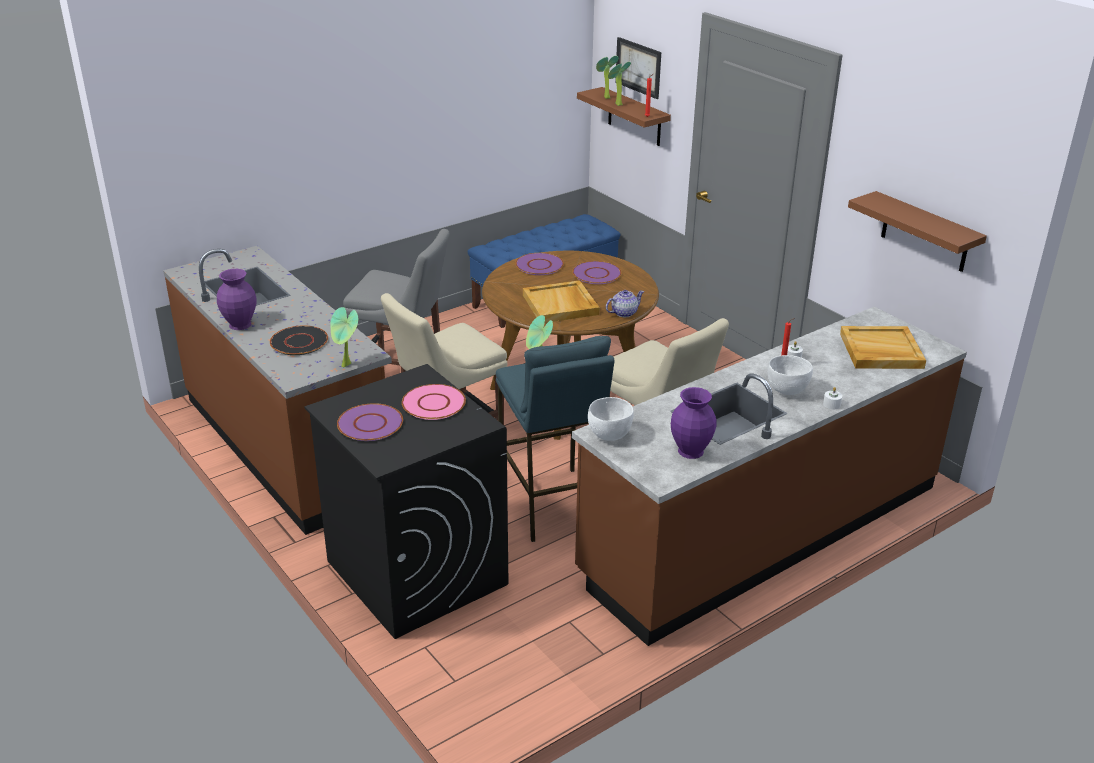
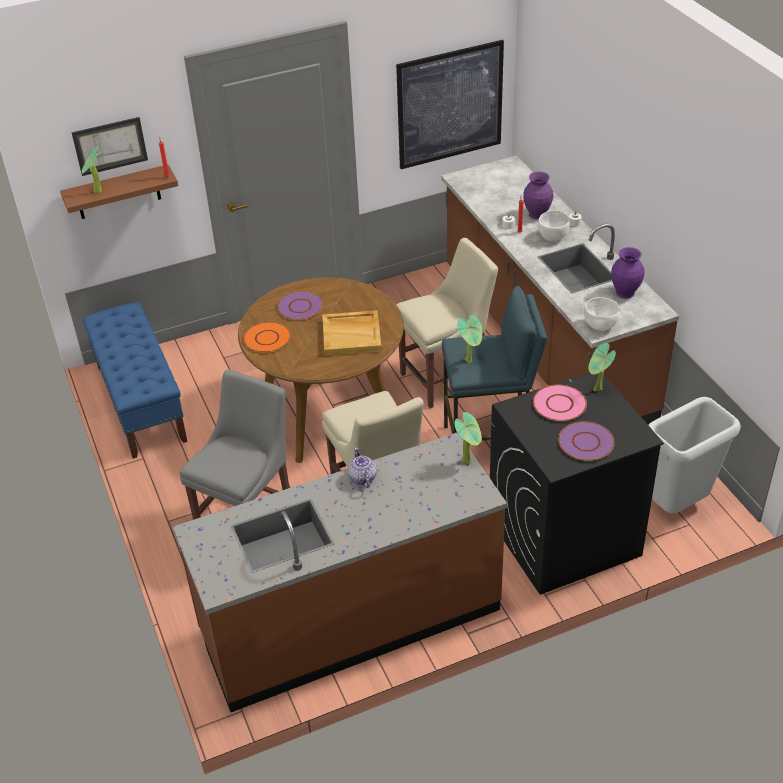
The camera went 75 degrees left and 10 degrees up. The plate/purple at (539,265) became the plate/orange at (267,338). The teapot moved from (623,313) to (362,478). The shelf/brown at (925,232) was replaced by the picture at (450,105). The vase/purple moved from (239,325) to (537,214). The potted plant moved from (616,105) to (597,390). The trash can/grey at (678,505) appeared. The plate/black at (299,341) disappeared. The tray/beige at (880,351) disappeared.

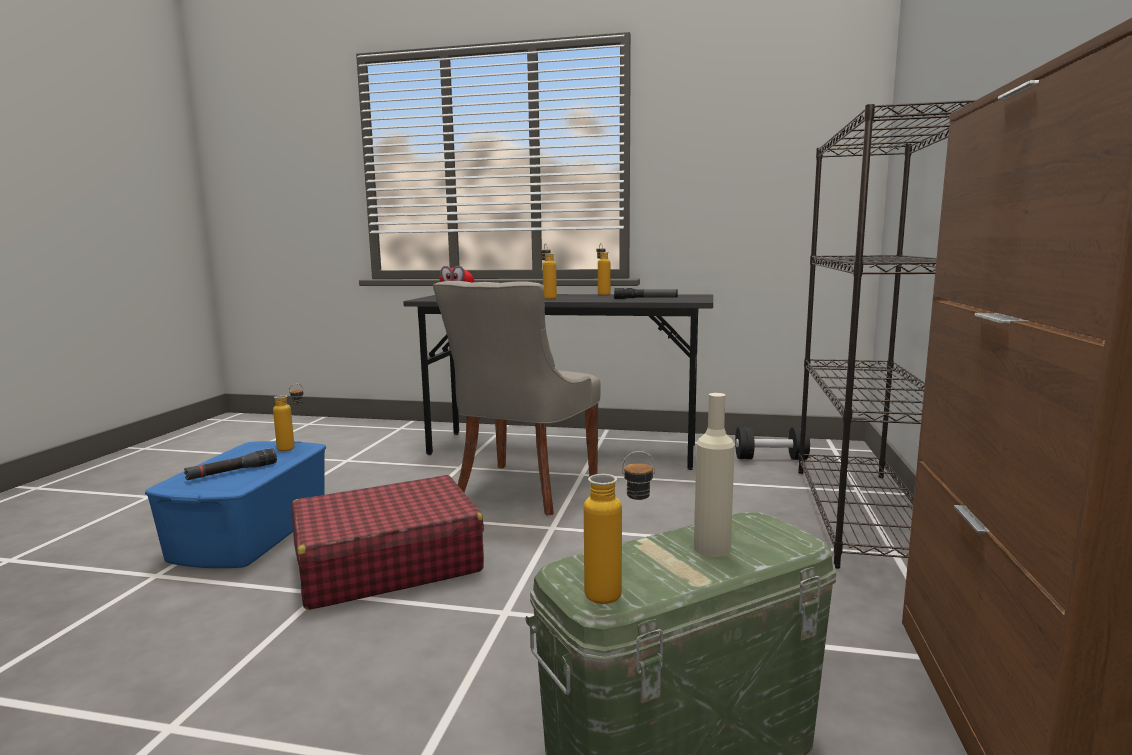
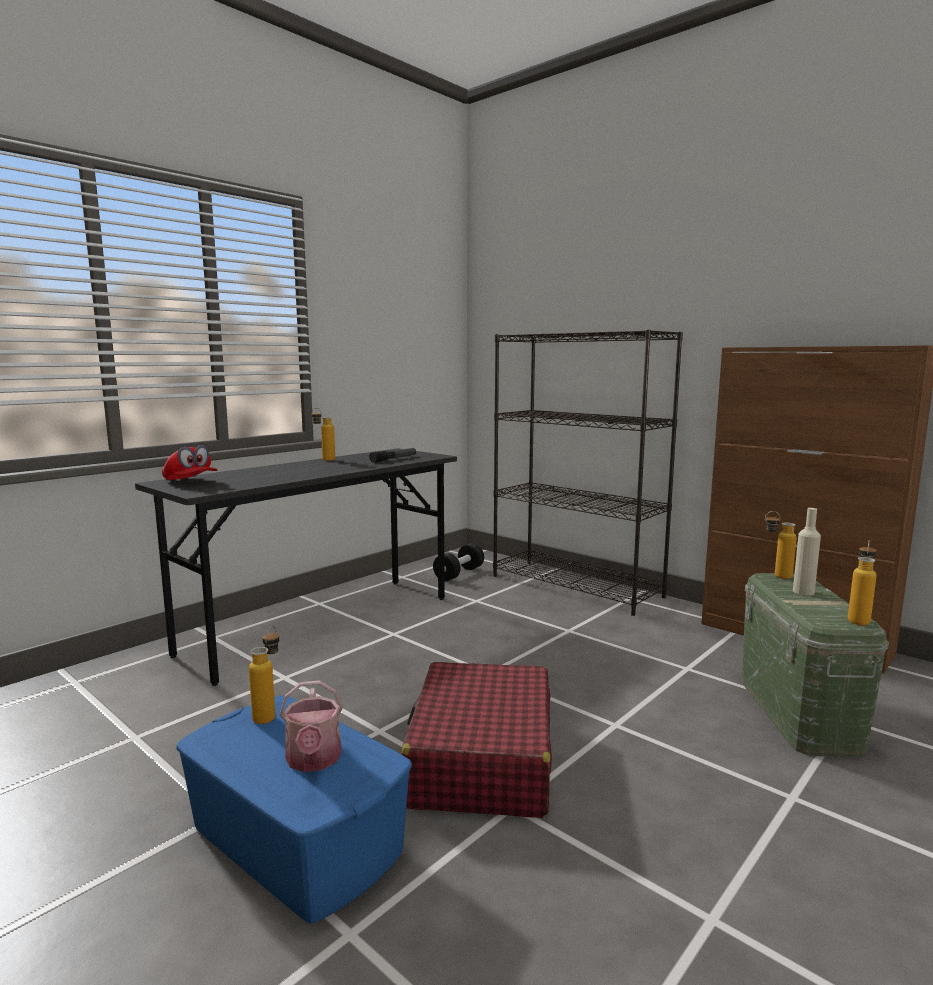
The camera went 60 degrees left and 0 degrees up. The flashlight/black at (232,472) was replaced by the watering can at (313,761). The bottle moved from (548,298) to (775,576). The chair/grey at (523,490) disappeared.

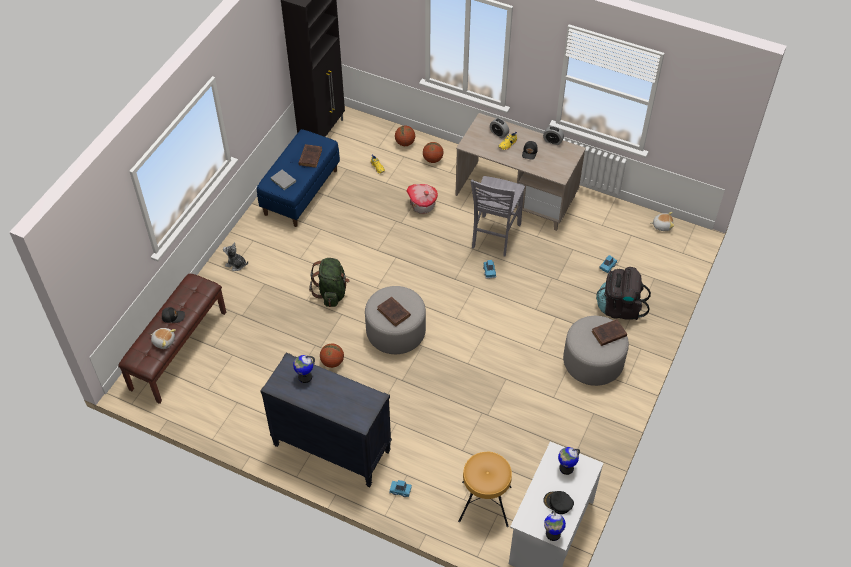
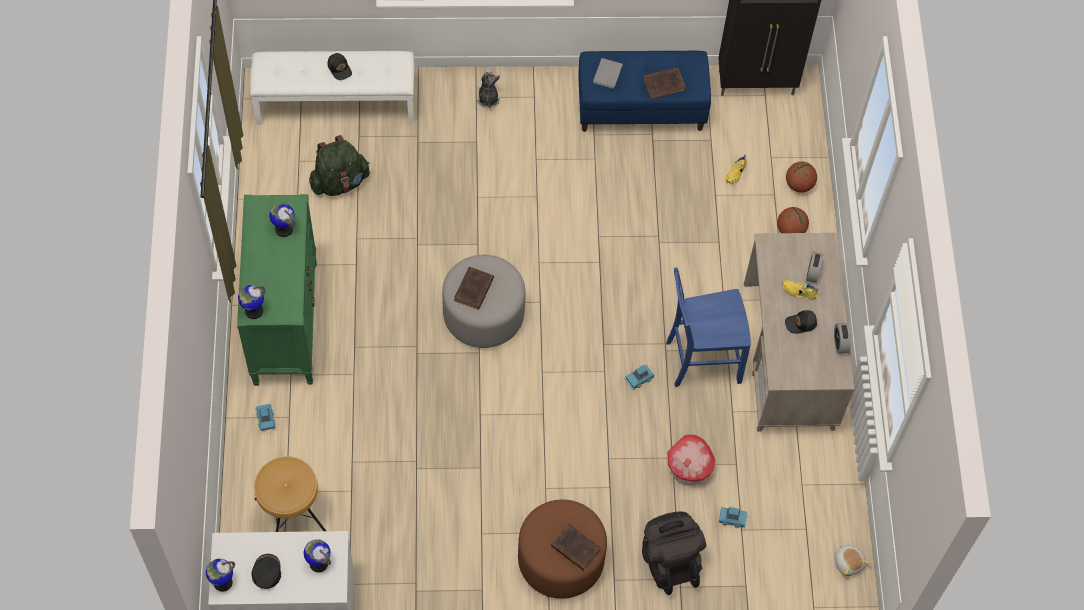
The camera went 60 degrees right and 10 degrees up. The dresser/black at (331,448) became the dresser/green at (285,322). The globe at (253,311) appeared. The bench/brown at (178,349) became the bench/white at (336,104). The backpack/green moved from (332,292) to (340,182). The ottoman/grey at (592,362) became the ottoman/brown at (560,559). The chair/grey at (494,236) became the chair/blue at (701,360). The toy house moved from (422,205) to (689,469). The plush toy at (164,341) disappeared. The basketball at (332,362) disappeared.

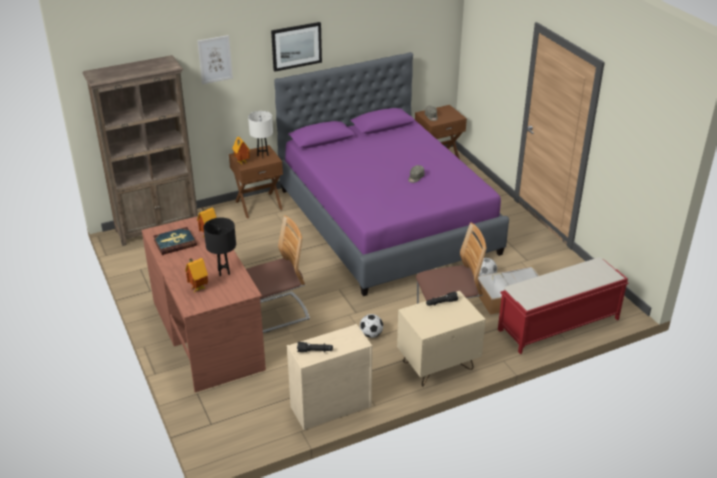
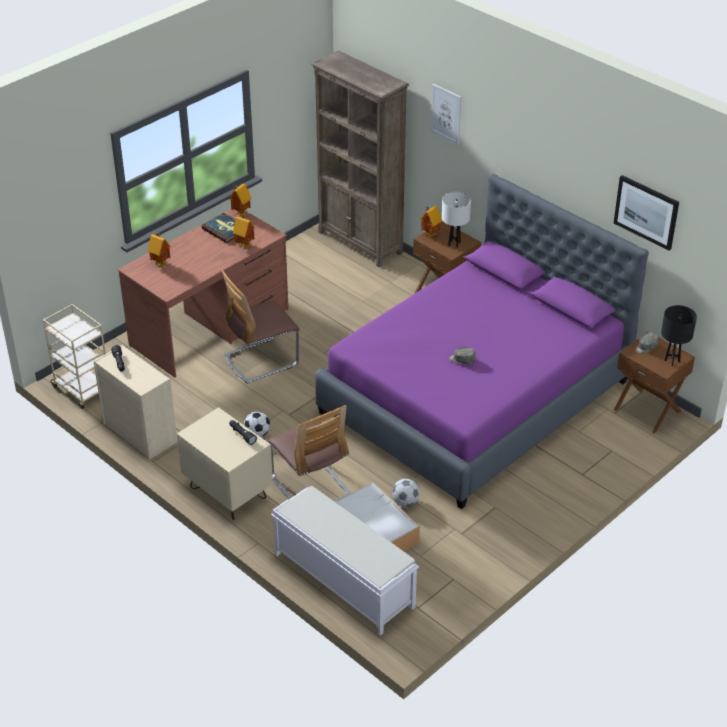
The camera went 70 degrees right and 5 degrees up. The cart/beige at (83,390) appeared. The chair at (276,313) turned 105 degrees clockwise. The toy house at (240,213) appeared. The bench/red at (557,325) became the bench/white at (343,580). The picture moved from (296,46) to (646,212). The table lamp/black moved from (224,272) to (672,361).

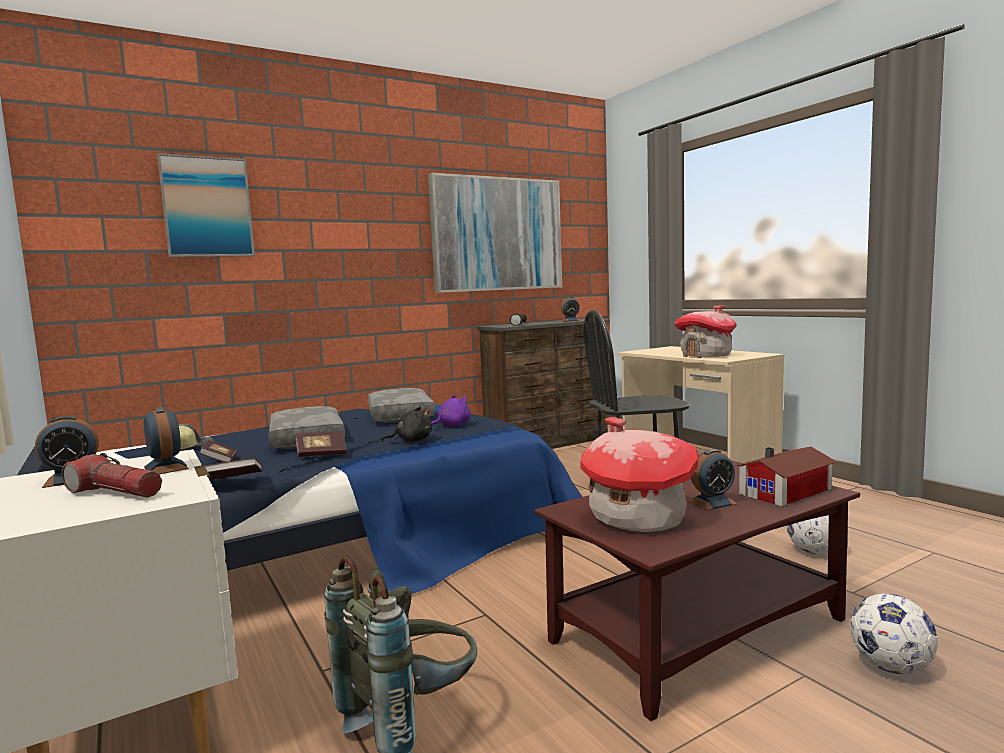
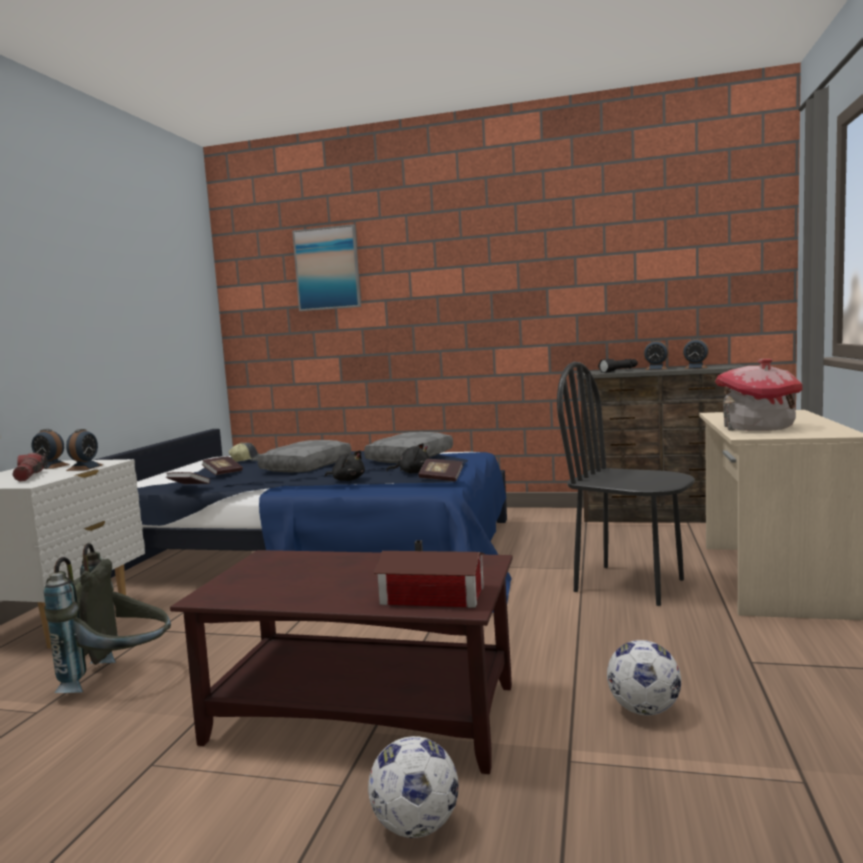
The camera went 45 degrees right and 0 degrees up. The plush toy/purple at (451,425) became the plush toy/black at (412,473). The book moved from (321,454) to (441,478). The alarm clock moved from (712,502) to (656,369). The picture at (497,234) disappeared. The toy house at (636,518) disappeared.

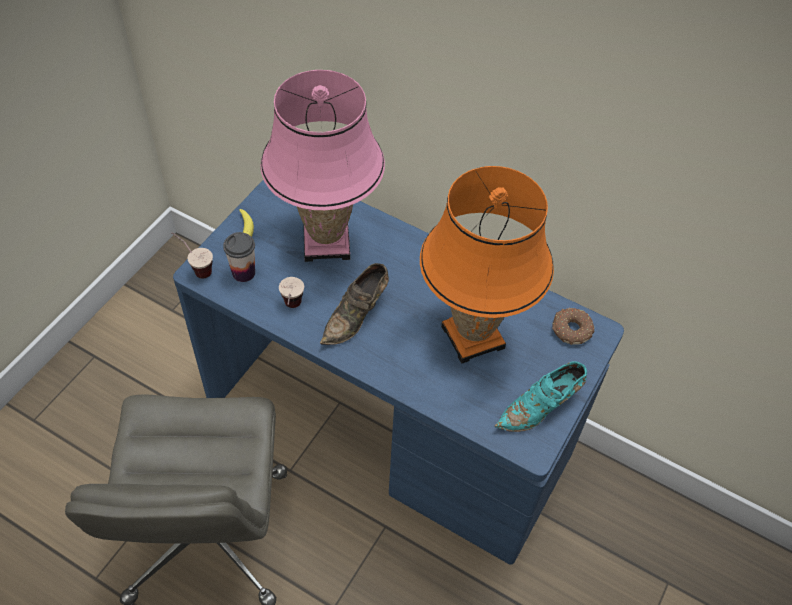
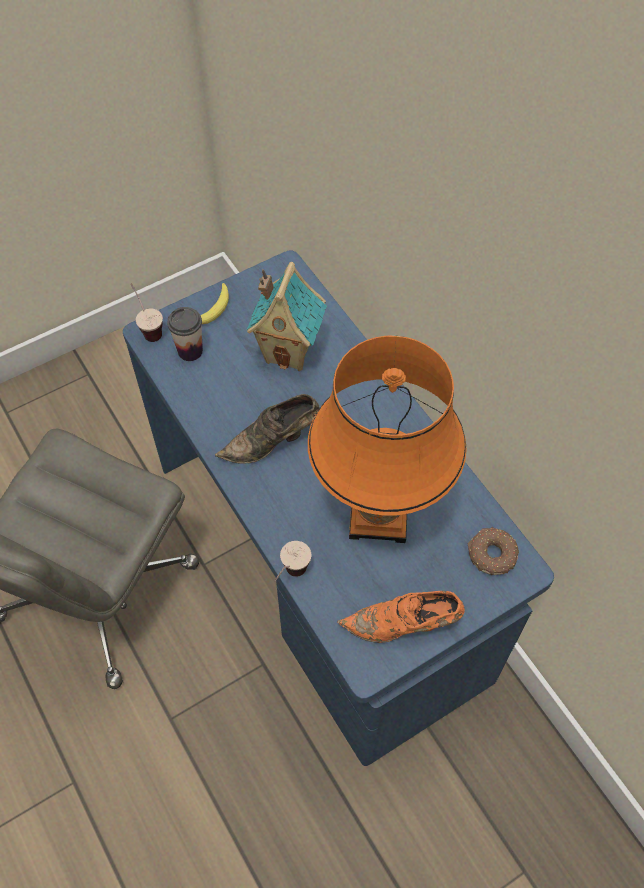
The camera went 30 degrees right and 5 degrees up. The table lamp/pink at (327,243) was replaced by the toy house at (289,352). The cup moved from (292,310) to (290,577). The shoe/turquoise at (541,408) became the shoe/orange at (403,625).

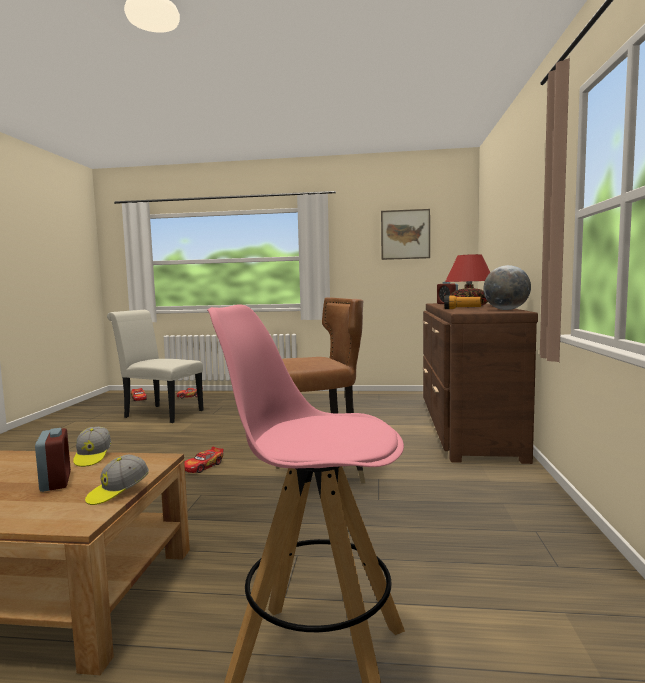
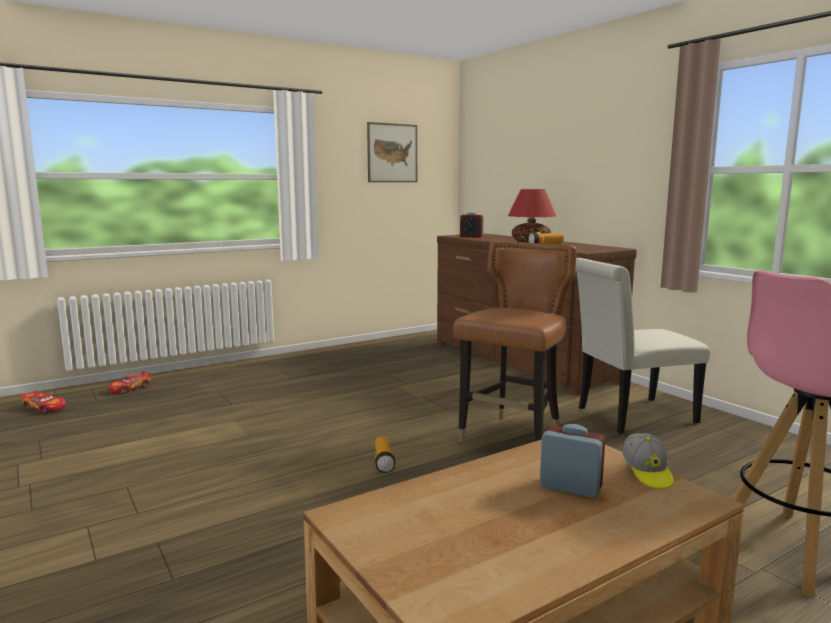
The camera went 40 degrees left and 5 degrees up. The toy car at (204,466) was replaced by the flashlight at (383,462). The chair/white moved from (160,413) to (629,416). The cap at (92,457) disappeared. The globe at (506,310) disappeared.

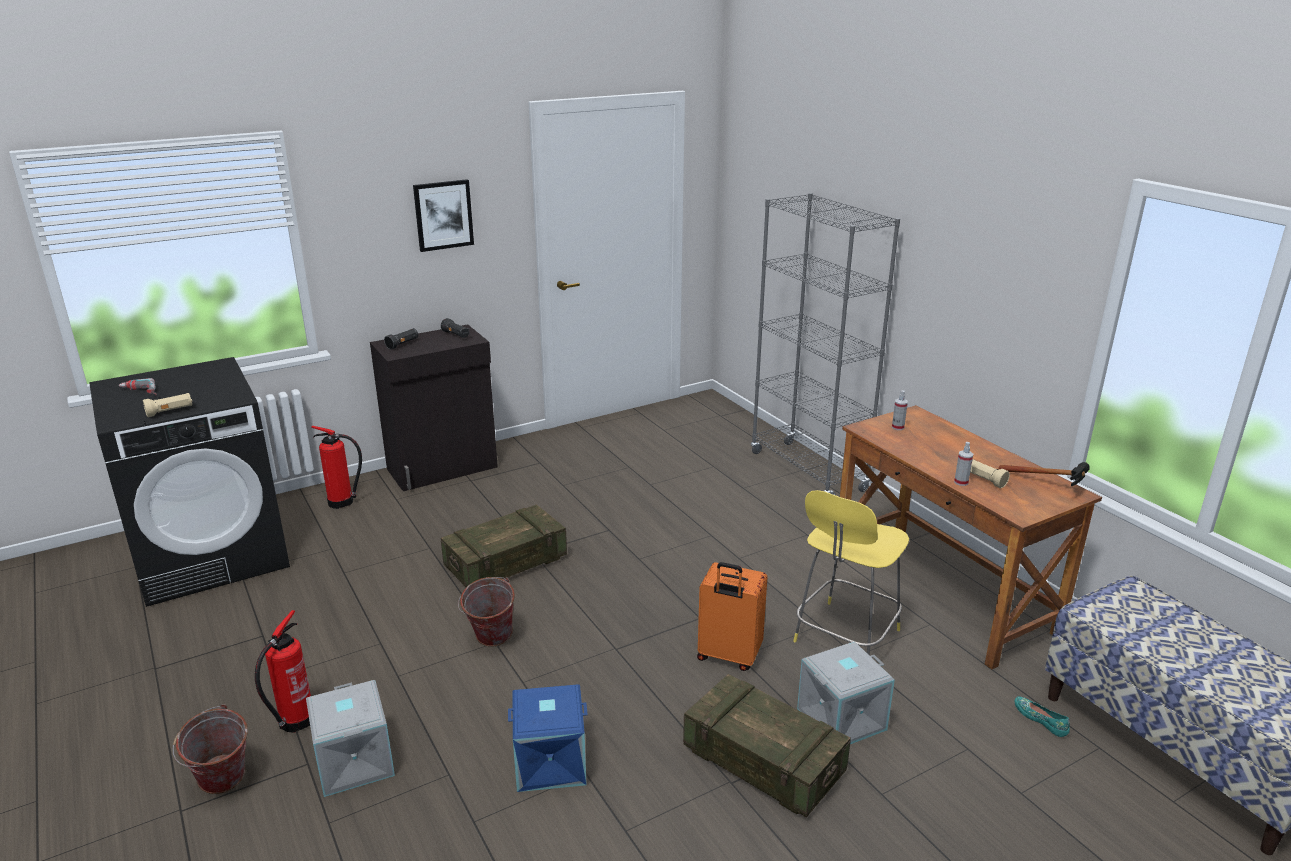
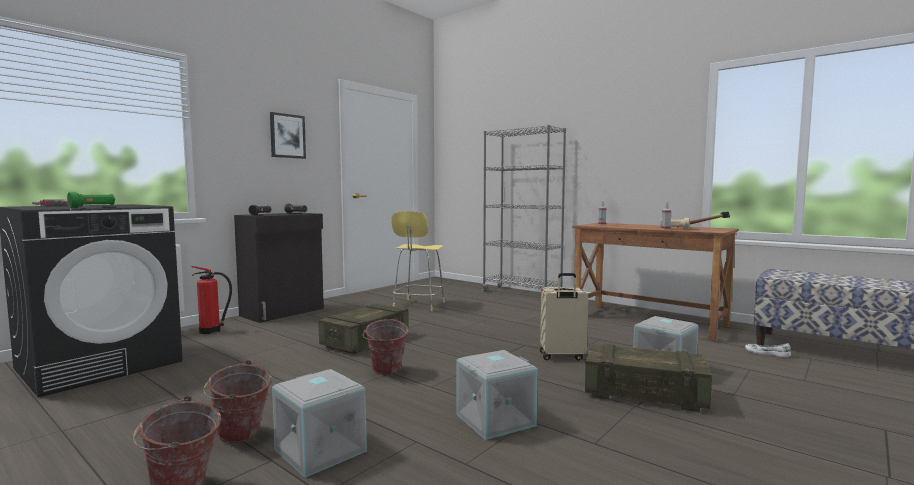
The camera went 20 degrees left and 20 degrees down. The flashlight/beige at (170,411) became the flashlight/green at (92,207). The fire extinguisher at (294,722) was replaced by the bucket at (240,438). The stool/yellow moved from (845,638) to (418,306). The storage box/blue at (551,761) became the storage box/grey at (495,419). The suitcase/orange at (728,656) became the suitcase/beige at (562,356). The shoe/turquoise at (1040,719) became the shoe/white at (767,353).

